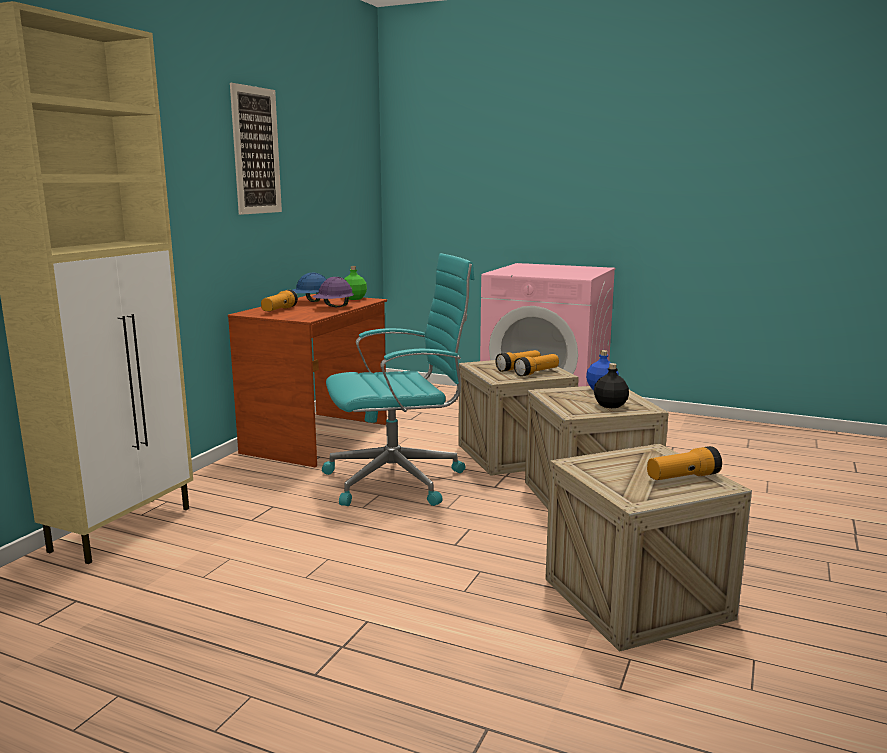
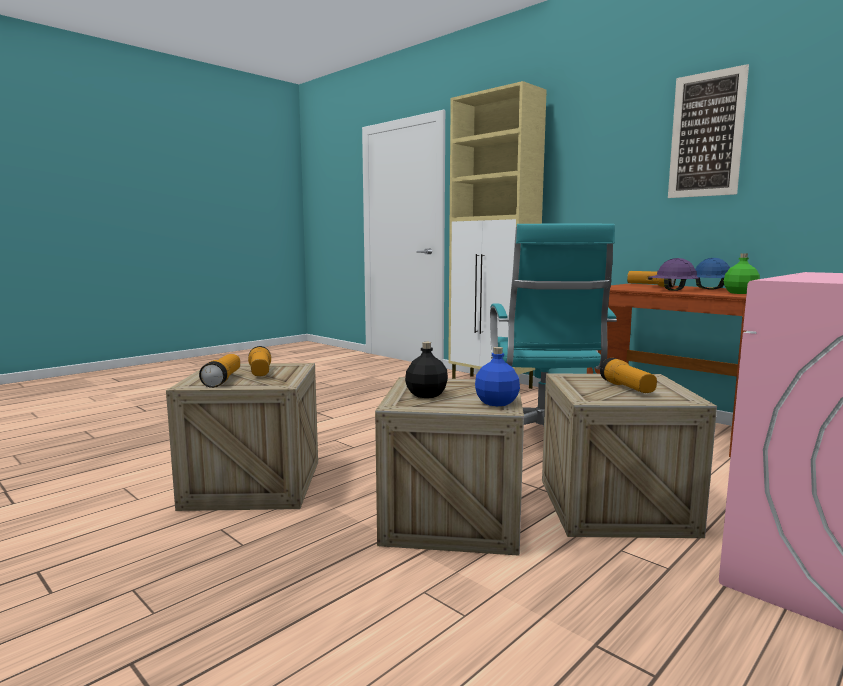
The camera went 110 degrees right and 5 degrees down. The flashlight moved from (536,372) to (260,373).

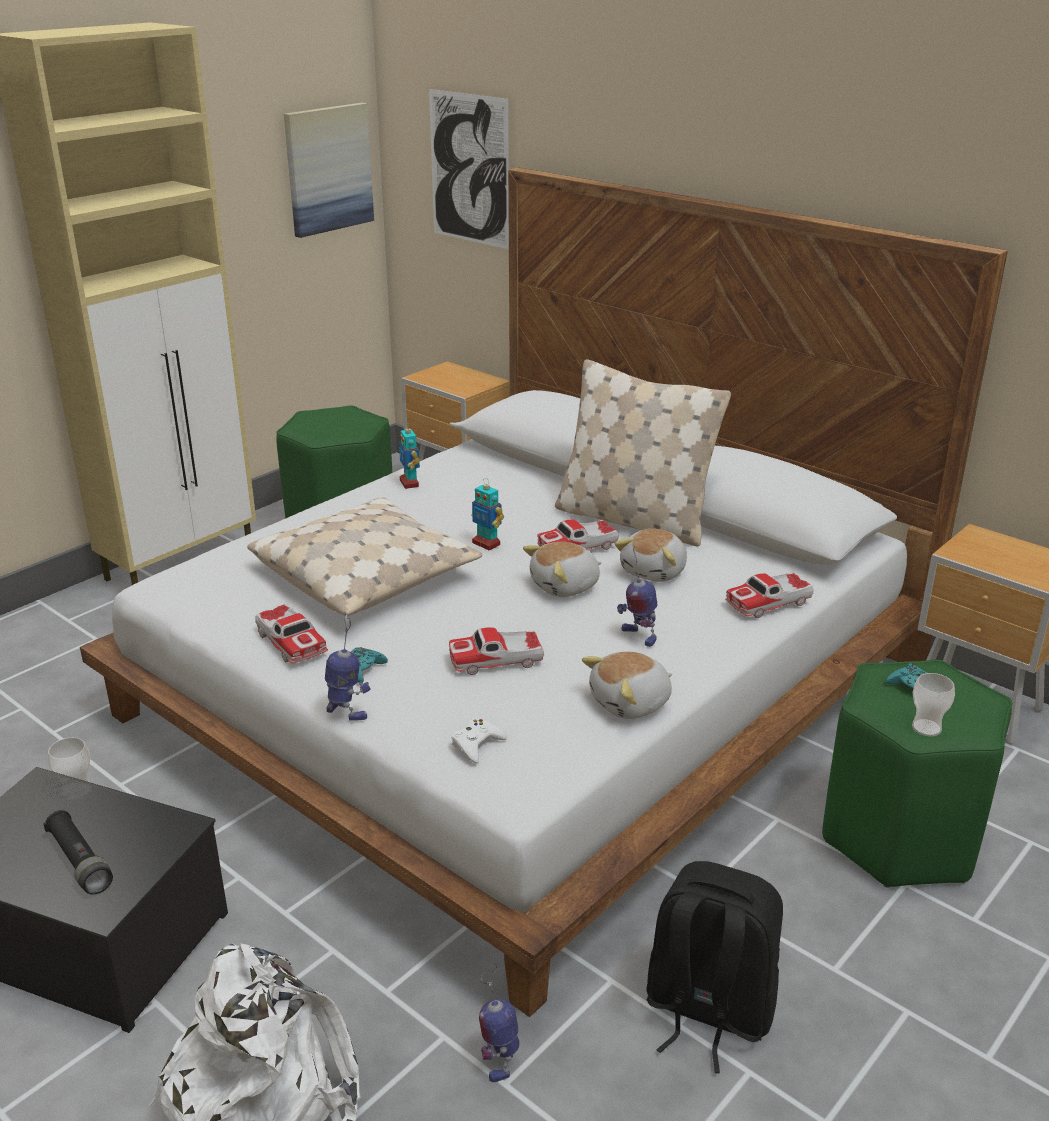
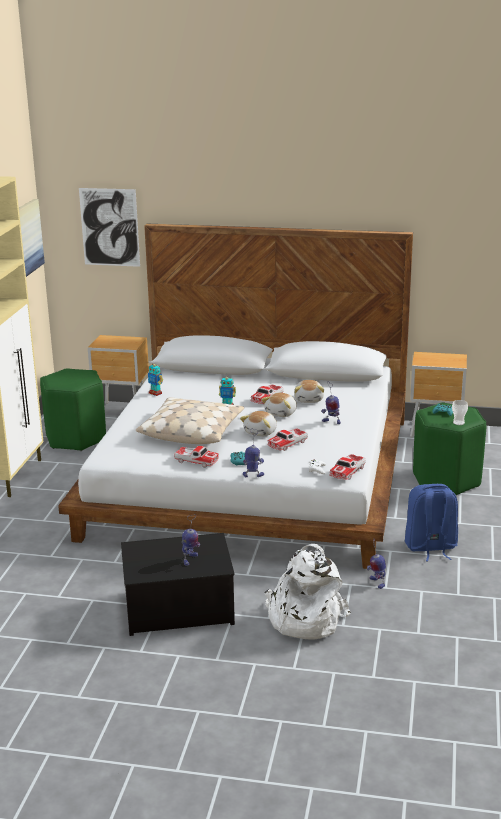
The camera went 30 degrees left and 5 degrees down. The flashlight/black at (80,862) was replaced by the toy robot at (190,560). The plush toy moved from (631,703) to (261,432). The toy car moved from (768,603) to (347,471). The backpack/black at (707,1011) became the backpack/blue at (430,547). The cup at (76,791) disappeared. The pillow/beige at (634,520) disappeared.

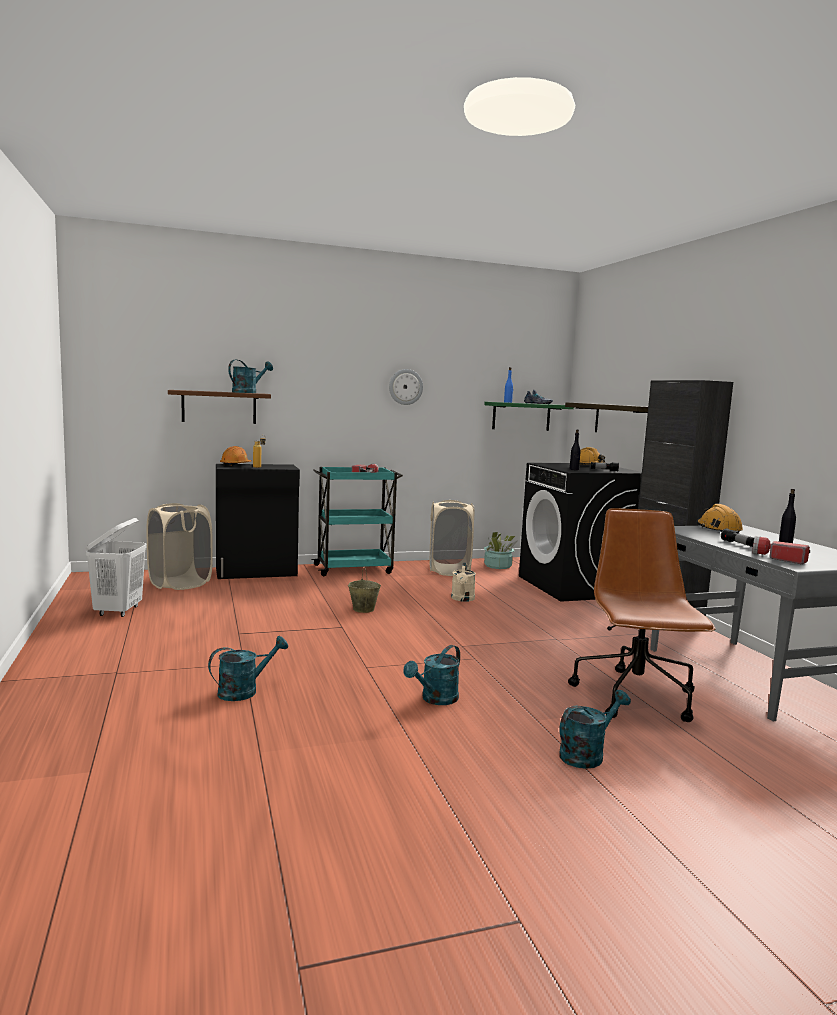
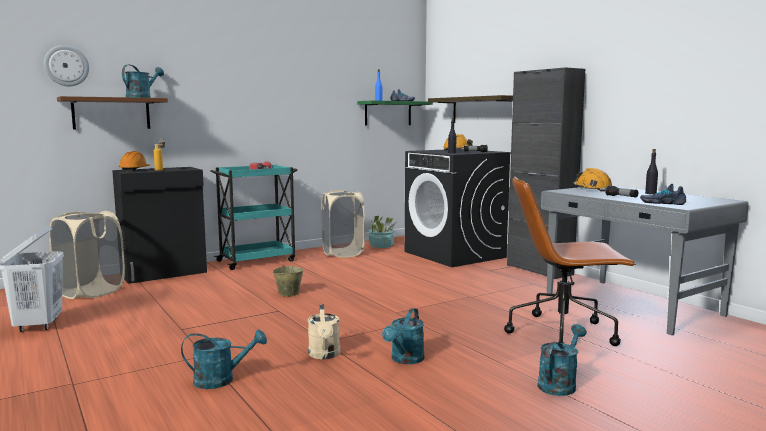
The camera went 15 degrees left and 0 degrees up. The wall clock moved from (405,387) to (66,66). The watering can/turquoise at (244,691) turned 45 degrees clockwise. The watering can/beige moved from (462,599) to (325,355). The office chair/brown at (636,697) turned 75 degrees counterclockwise. The flashlight at (778,558) was replaced by the shoe at (662,203).

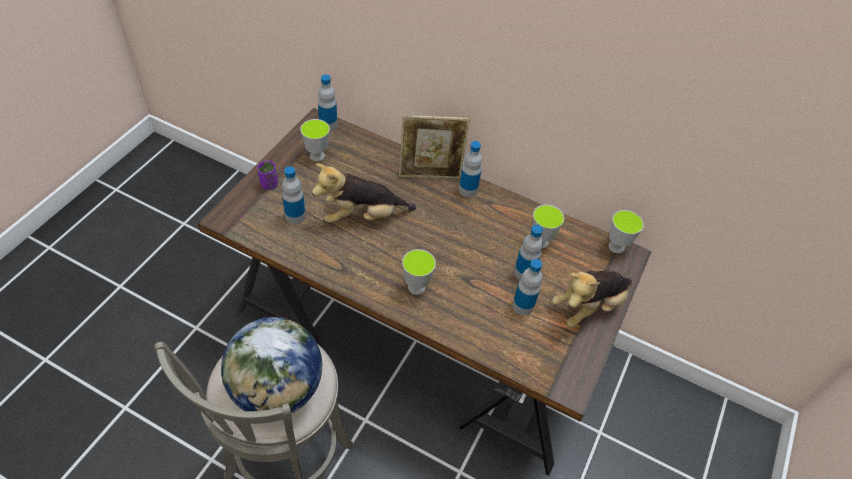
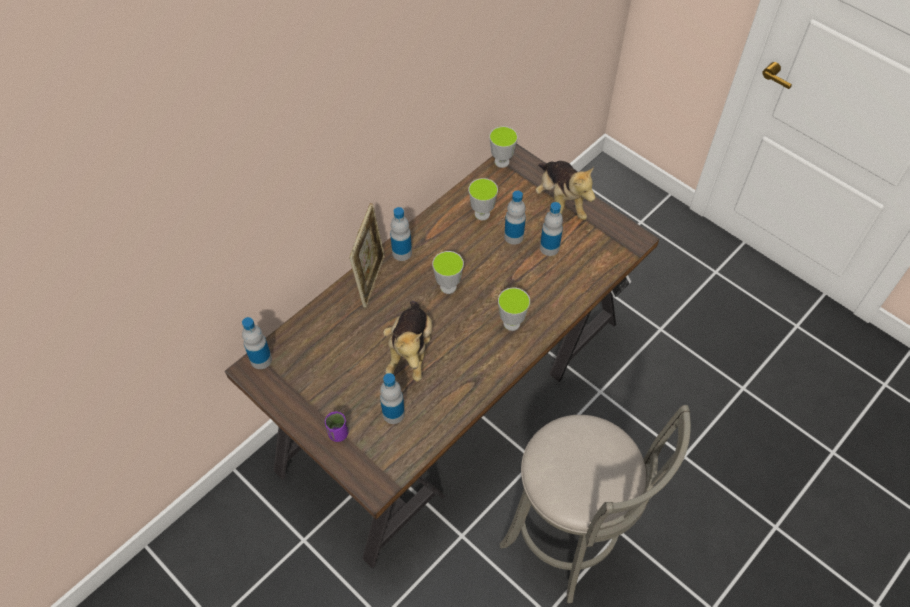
The camera went 70 degrees left and 5 degrees up. The cup moved from (317,156) to (448,287). The globe at (278,389) disappeared.

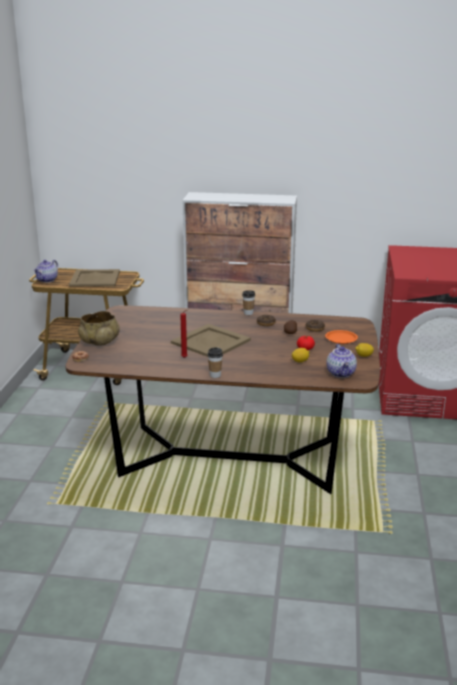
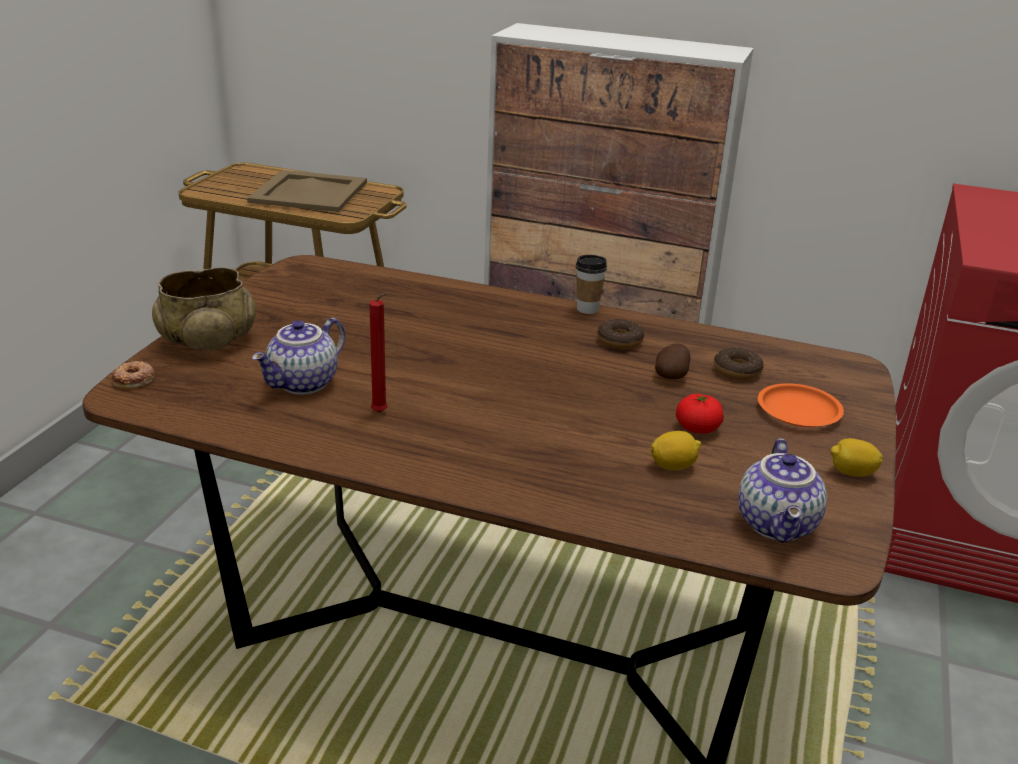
The camera went 10 degrees right and 5 degrees up. The teapot moved from (47,280) to (304,384). The tray/beige at (211,342) disappeared. The cup at (215,375) disappeared.

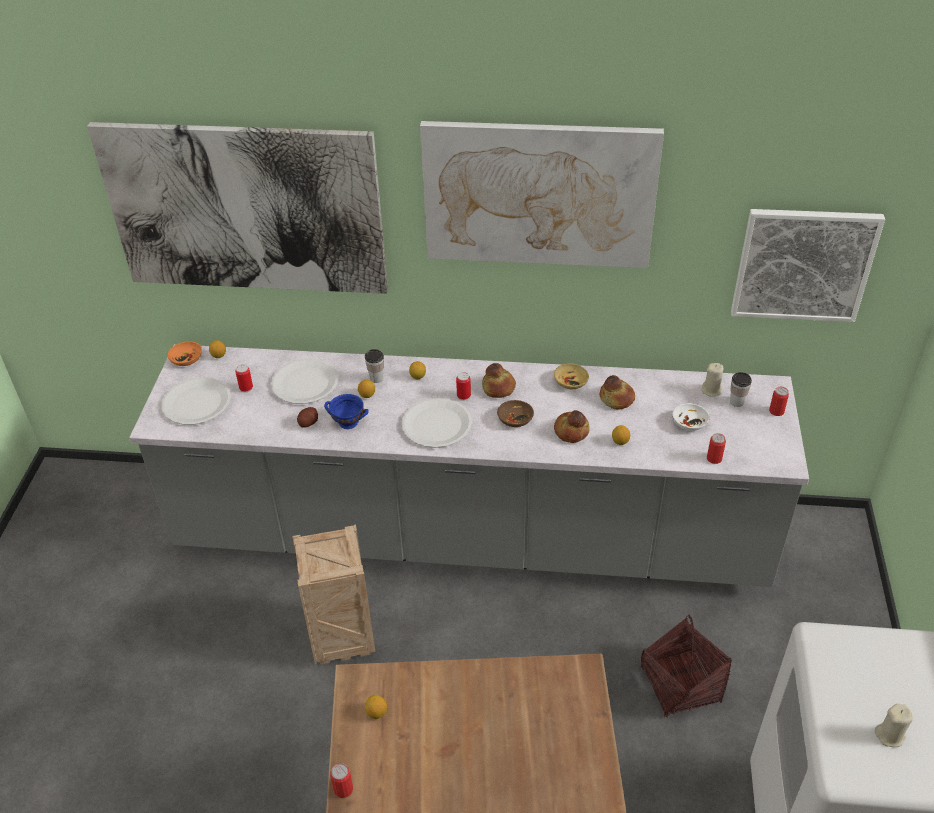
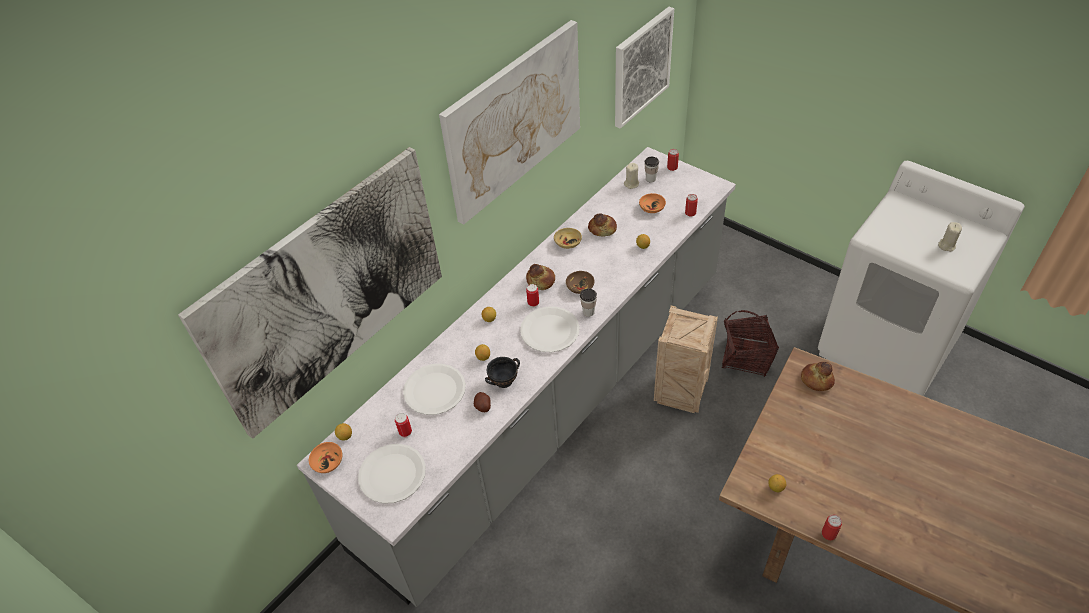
The camera went 55 degrees left and 5 degrees up. The bowl/blue at (349,423) became the bowl/black at (504,381). The cup moved from (376,378) to (588,312). The bowl/white at (689,423) became the bowl/orange at (651,208). The crate moved from (344,637) to (680,392). The bread moved from (571,431) to (816,380).

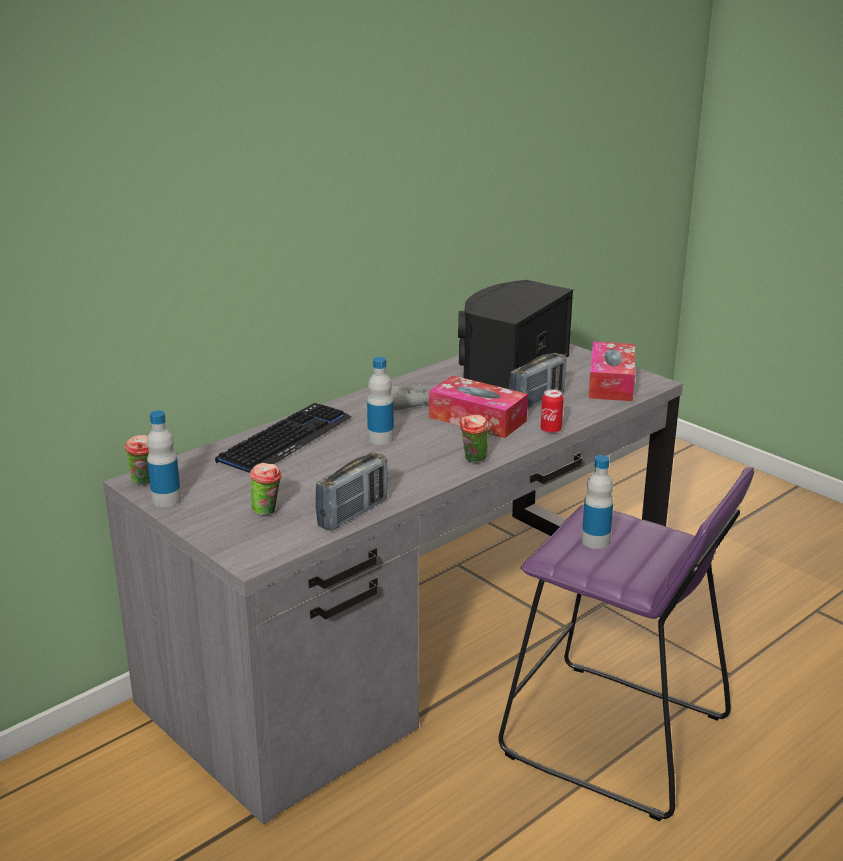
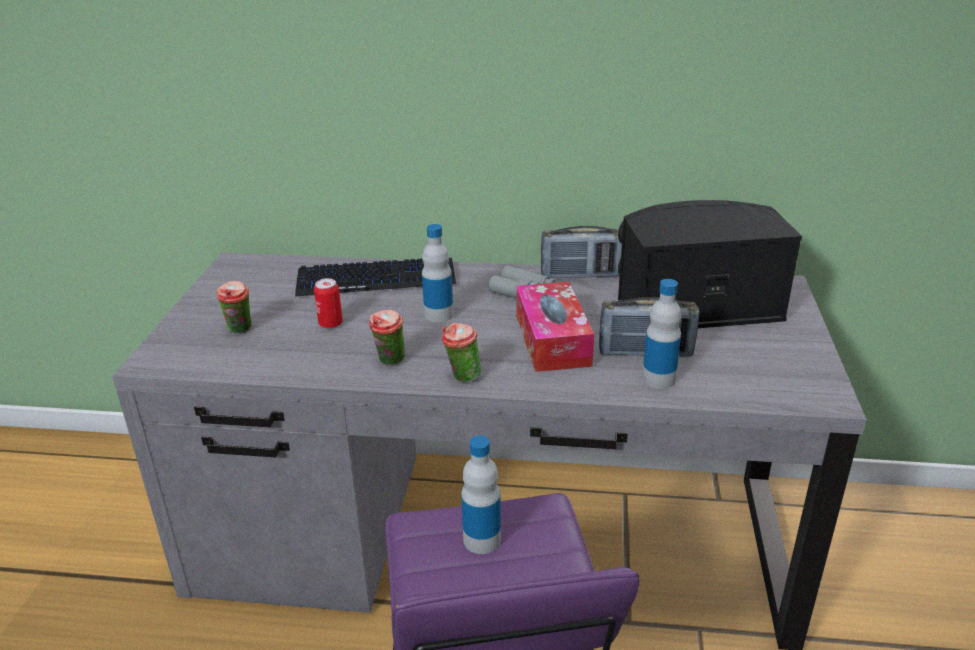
The camera went 50 degrees right and 5 degrees up. The can moved from (551,430) to (330,324). The cup moved from (144,482) to (390,362). The radio moved from (353,513) to (580,275). The bottle moved from (166,500) to (658,379). The tissue box at (611,383) disappeared.

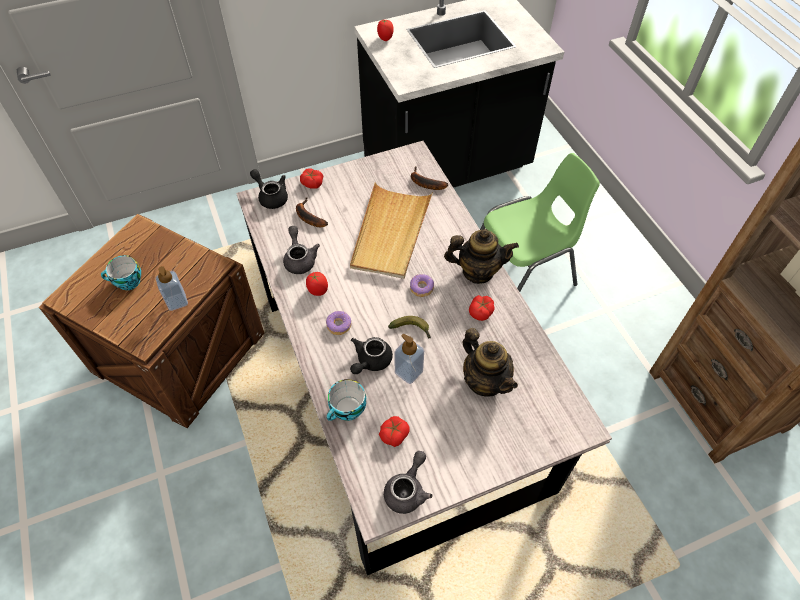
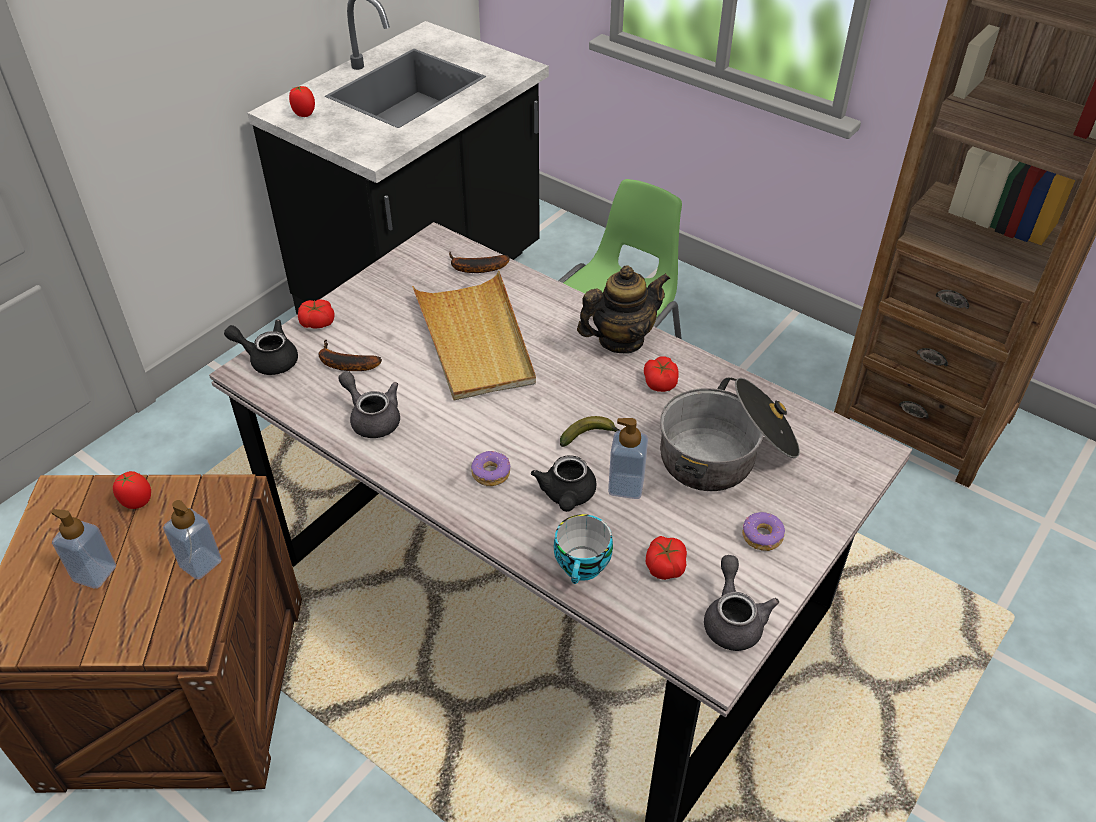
The camera went 30 degrees left and 10 degrees down. The cup at (127,283) was replaced by the soap dispenser at (95,573). The tomato moved from (317,291) to (137,502). The teapot at (485,381) was replaced by the cooking pot at (726,454). The donut moved from (421,288) to (762,536).

